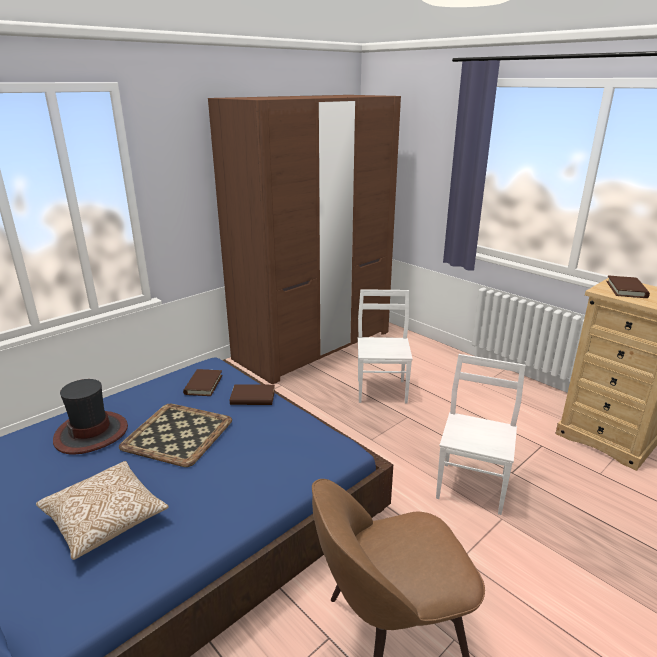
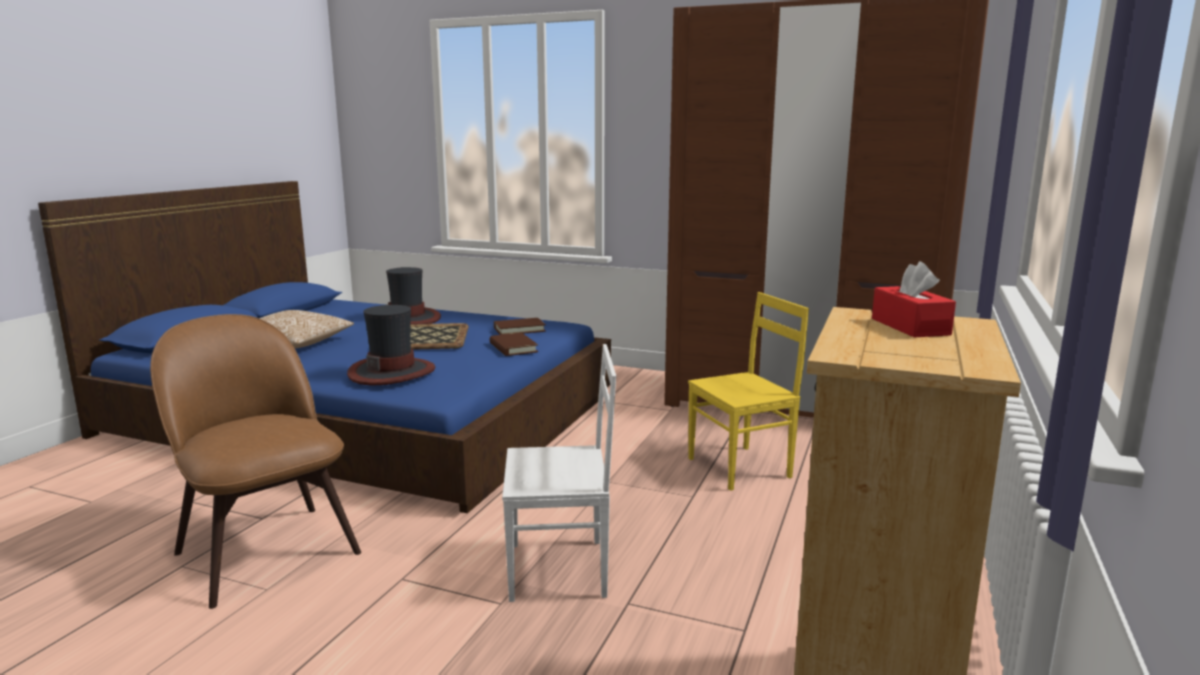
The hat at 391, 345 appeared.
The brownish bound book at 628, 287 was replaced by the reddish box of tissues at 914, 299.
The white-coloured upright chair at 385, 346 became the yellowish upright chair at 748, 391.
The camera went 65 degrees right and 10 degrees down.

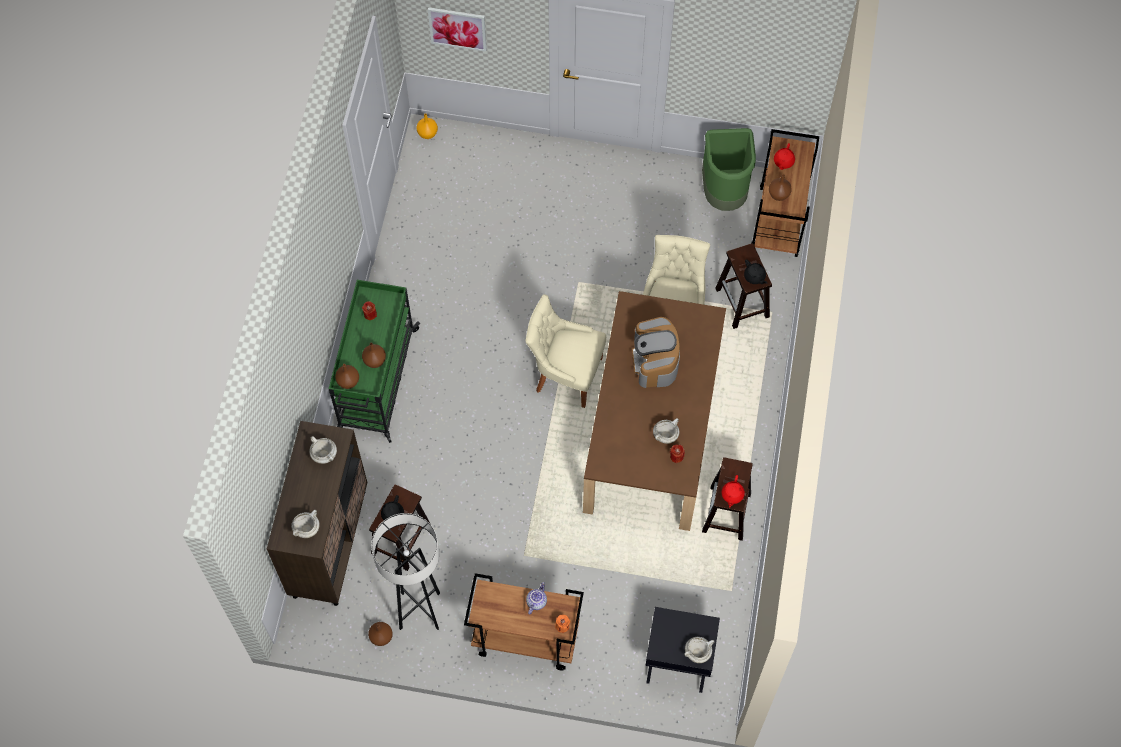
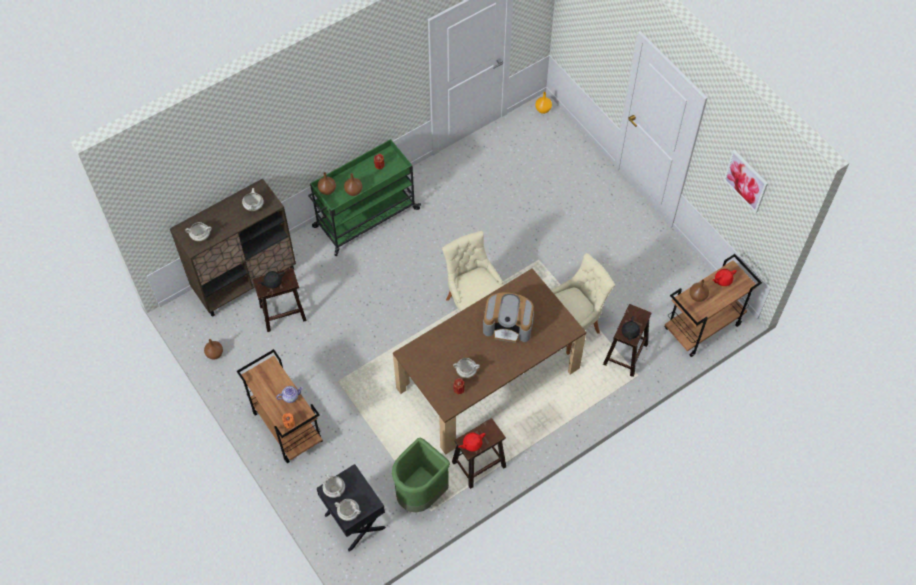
The greyish floor lamp at 405, 571 disappeared.
The white-coloured cooking pot at 334, 485 appeared.
The wall art moved from 457, 29 to 746, 181.
The green waste bin moved from 729, 169 to 421, 475.
The coffee maker at 656, 352 turned 120 degrees counterclockwise.
The camera went 45 degrees right and 5 degrees down.

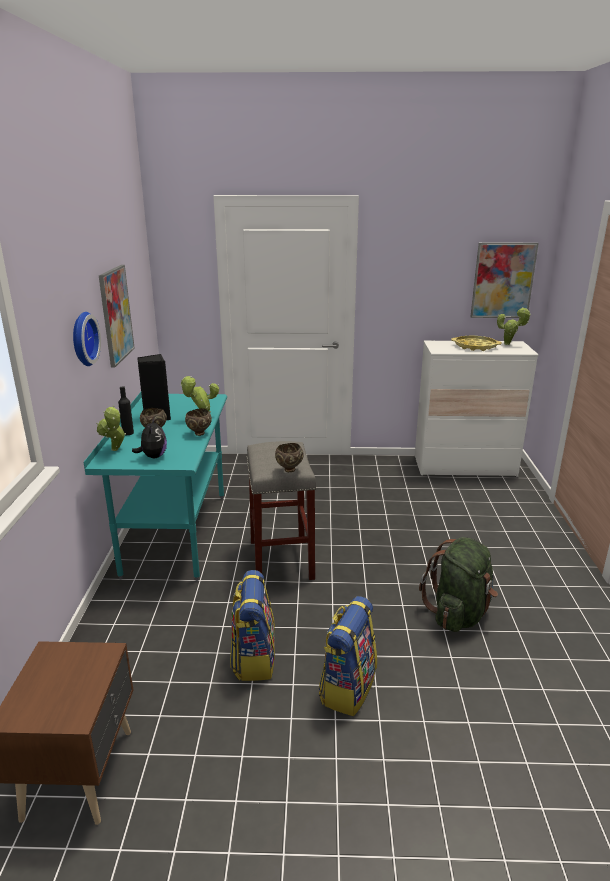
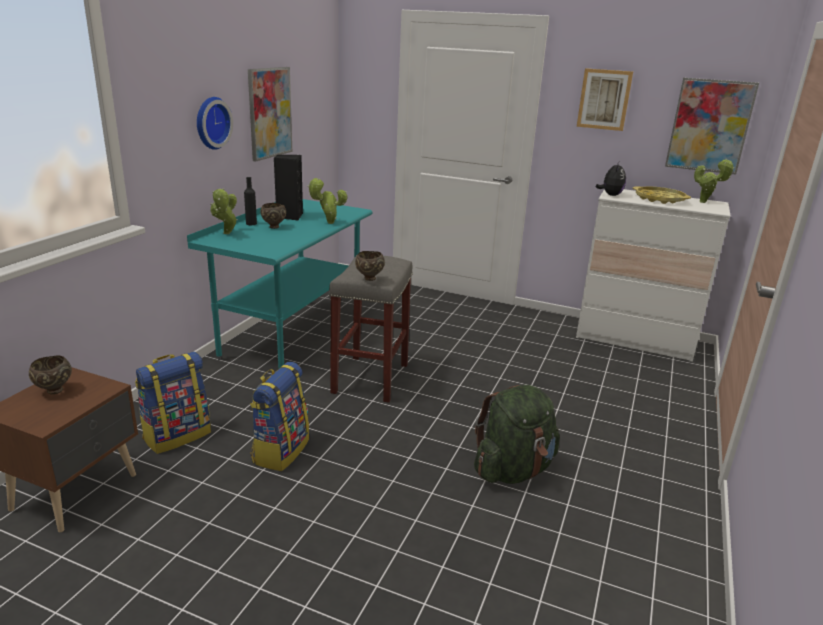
The wall art at 605, 99 appeared.
The soft toy moved from 149, 438 to 611, 179.
The brownish bowl moved from 198, 422 to 50, 375.
The rucksack moved from 348, 656 to 173, 403.
The camera went 20 degrees right and 0 degrees up.

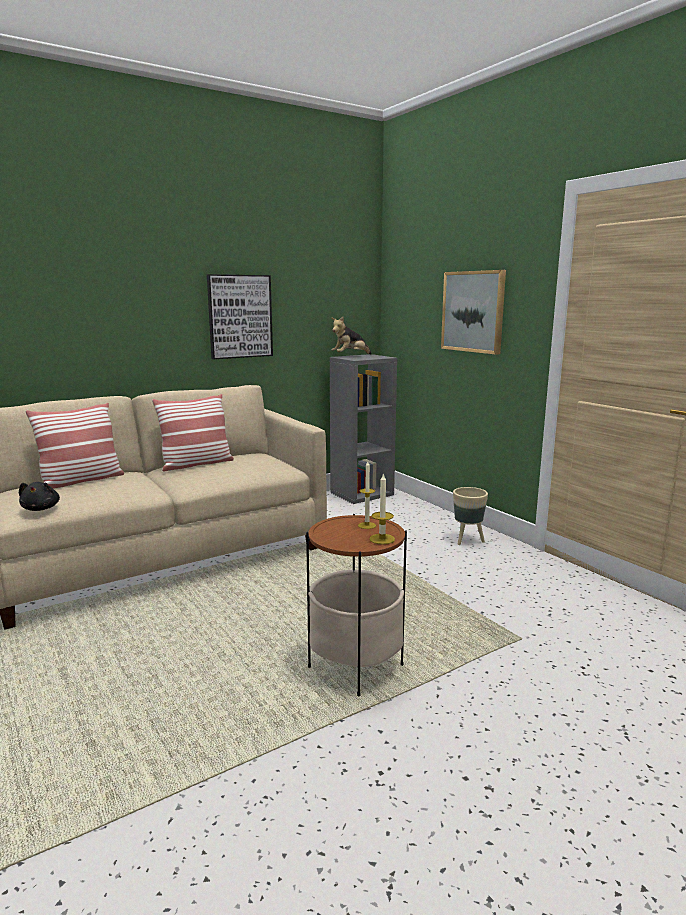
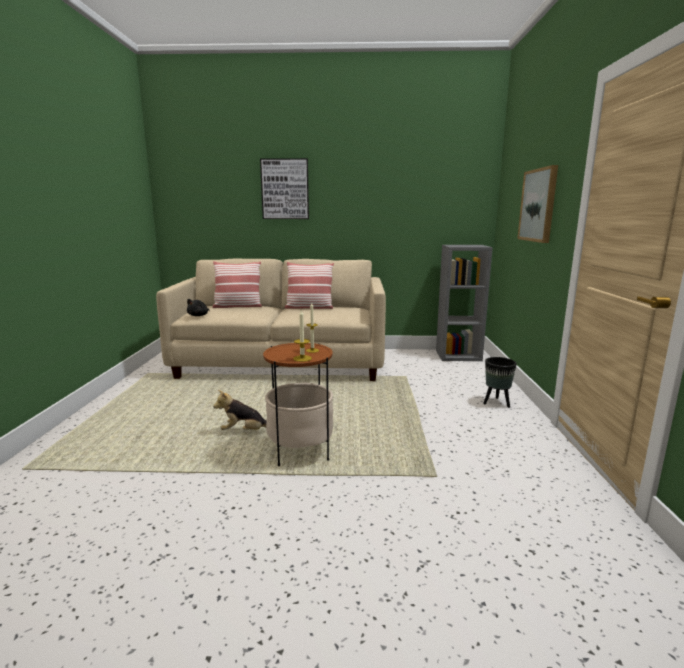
The wall art moved from 240, 316 to 284, 188.
The soft toy moved from 351, 336 to 239, 410.
The beige flower pot at 470, 516 became the blackish flower pot at 500, 382.
The camera went 35 degrees right and 0 degrees up.

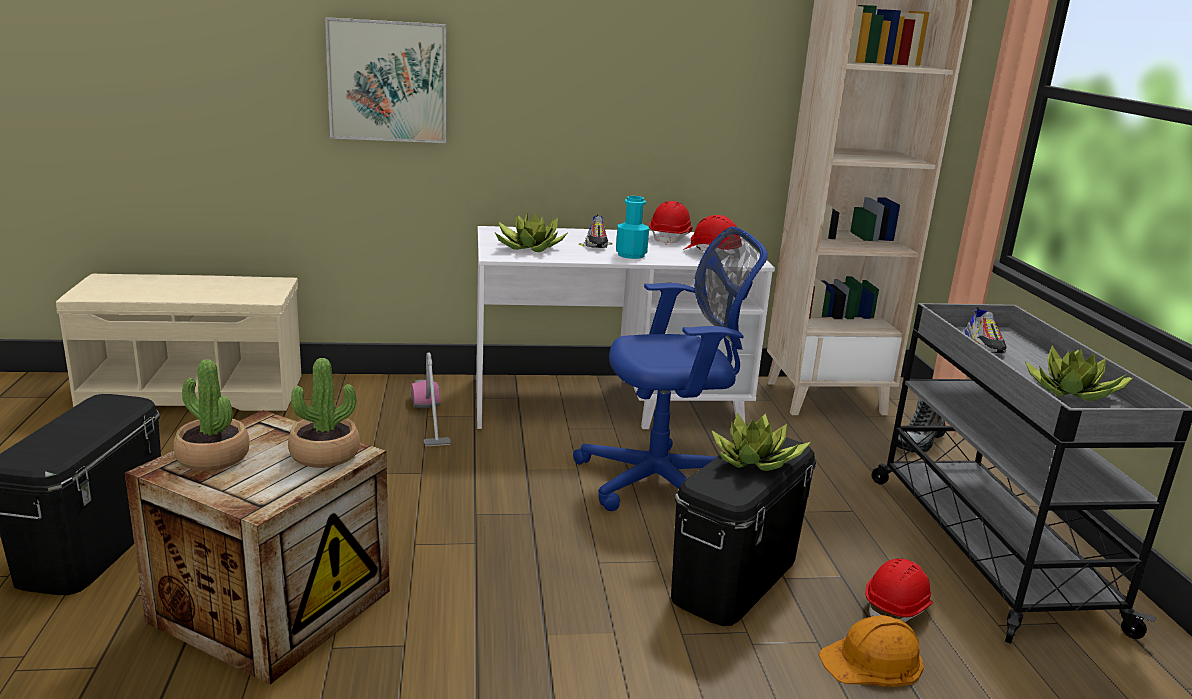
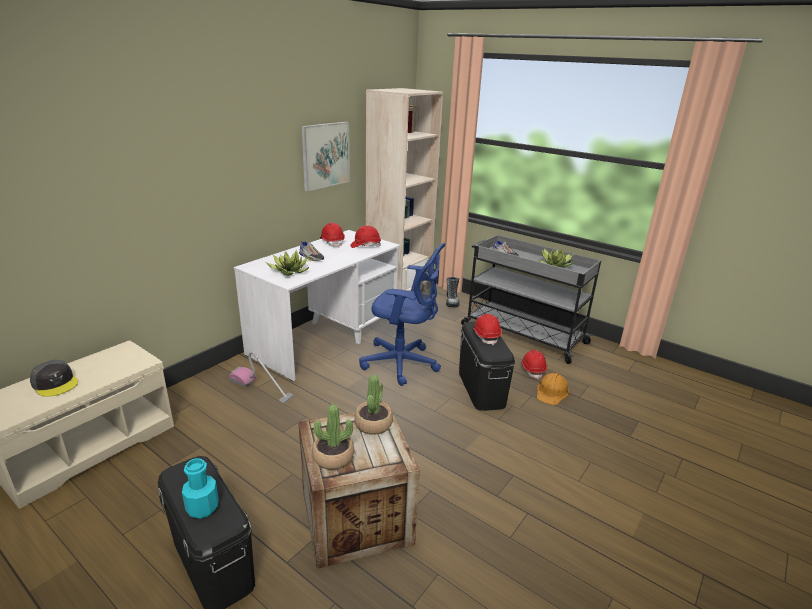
The greyish baseball cap at 54, 378 appeared.
The wall art moved from 386, 80 to 325, 156.
The blue-green bottle moved from 632, 227 to 200, 488.
The houseplant at 761, 441 was replaced by the reddish safety helmet at 487, 329.
The bluish desk chair at 670, 369 turned 75 degrees clockwise.
The camera went 45 degrees left and 5 degrees up.

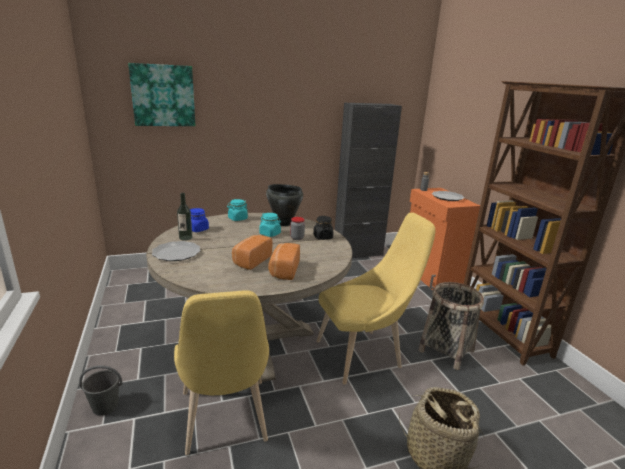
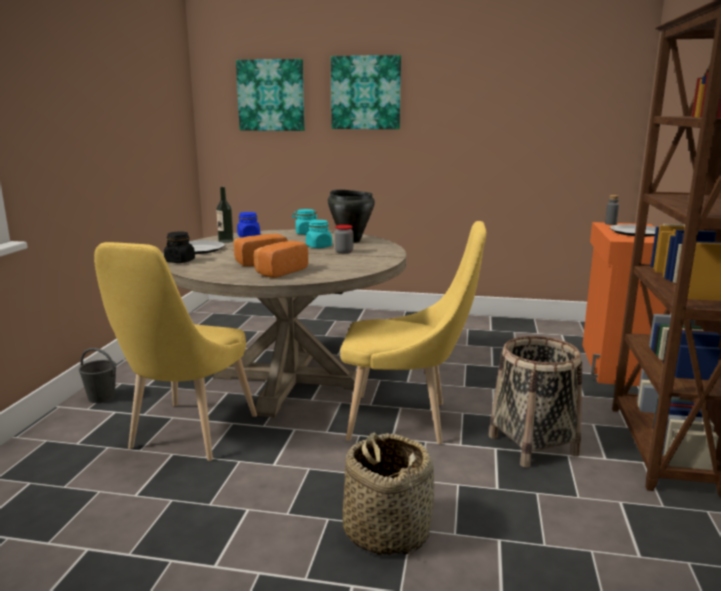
The blackish cabinet at 368, 180 disappeared.
The wall art at 366, 92 appeared.
The blackish preserve jar moved from 323, 228 to 179, 247.
The camera went 30 degrees right and 5 degrees down.

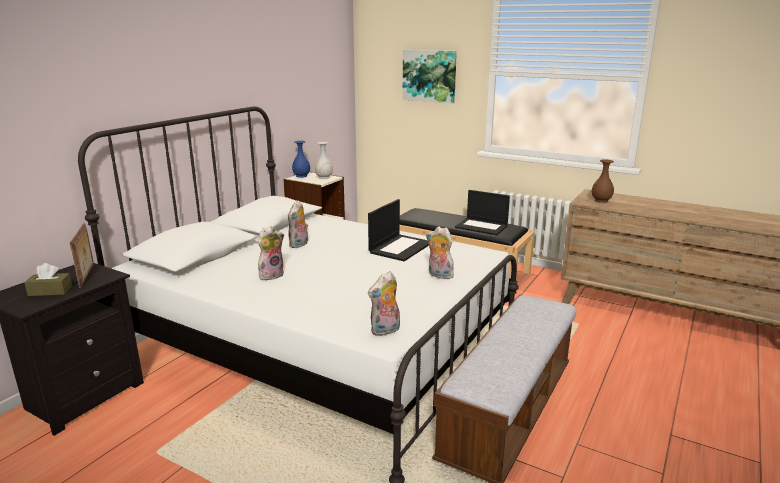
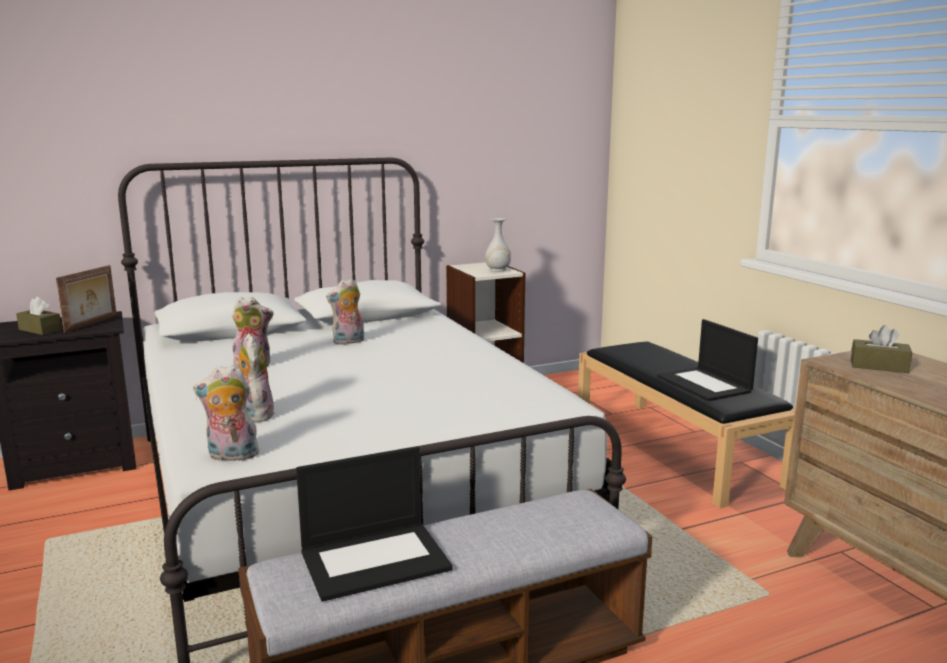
The bluish flower vase at 301, 159 disappeared.
The wall art at 430, 76 disappeared.
The portable computer moved from 398, 230 to 374, 524.
The soft toy moved from 440, 253 to 256, 377.
The brownish flower vase at 603, 181 was replaced by the brownish box of tissues at 881, 349.
The camera went 35 degrees right and 5 degrees down.

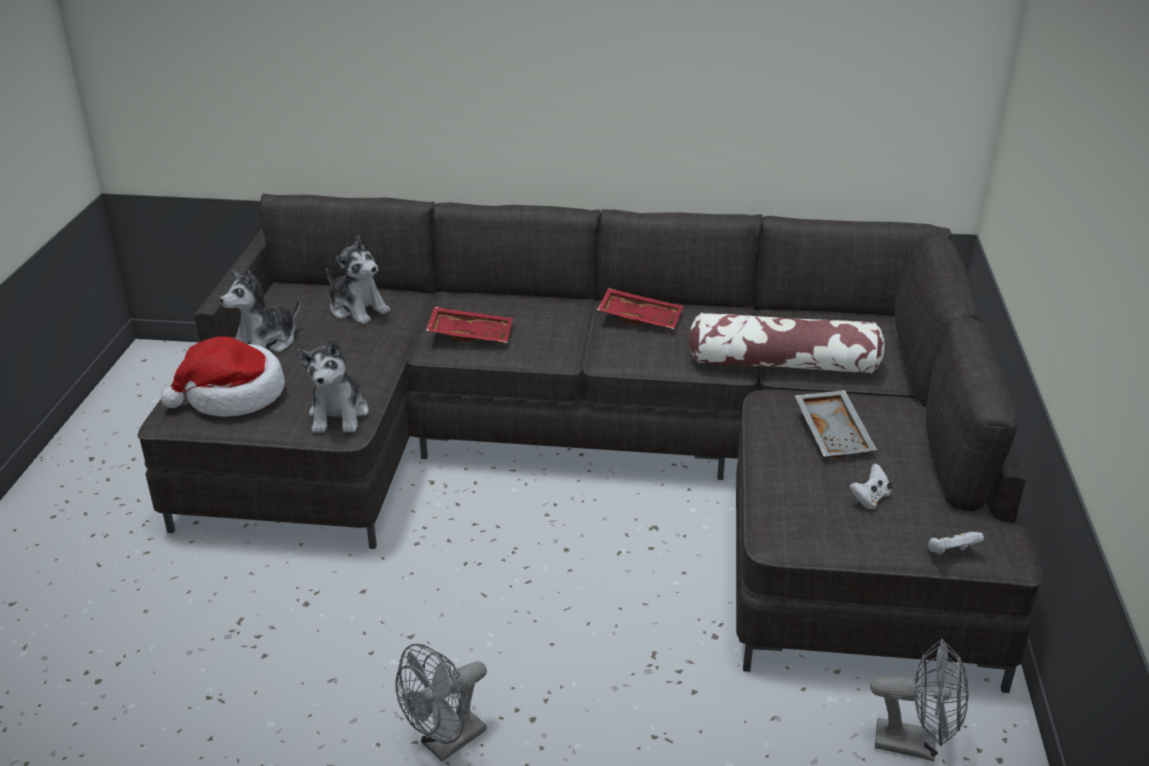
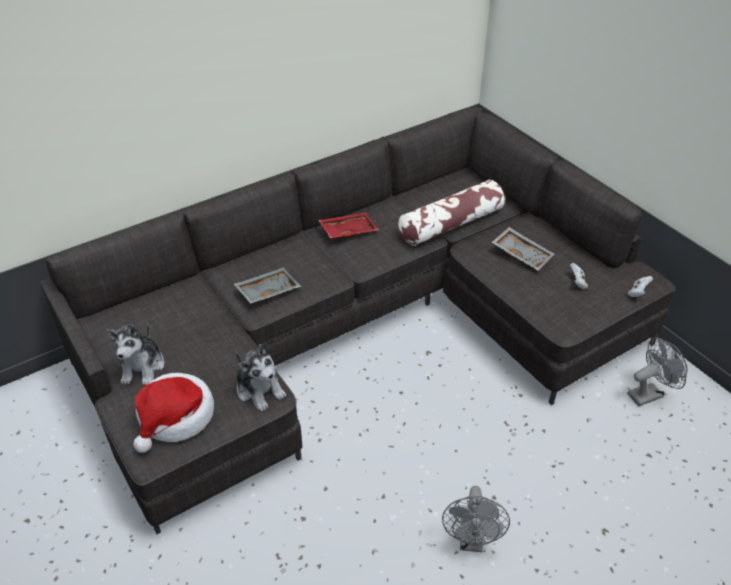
The soft toy at 358, 280 disappeared.
The reddish tray at 469, 325 became the greyish tray at 267, 286.
The camera went 40 degrees left and 10 degrees up.

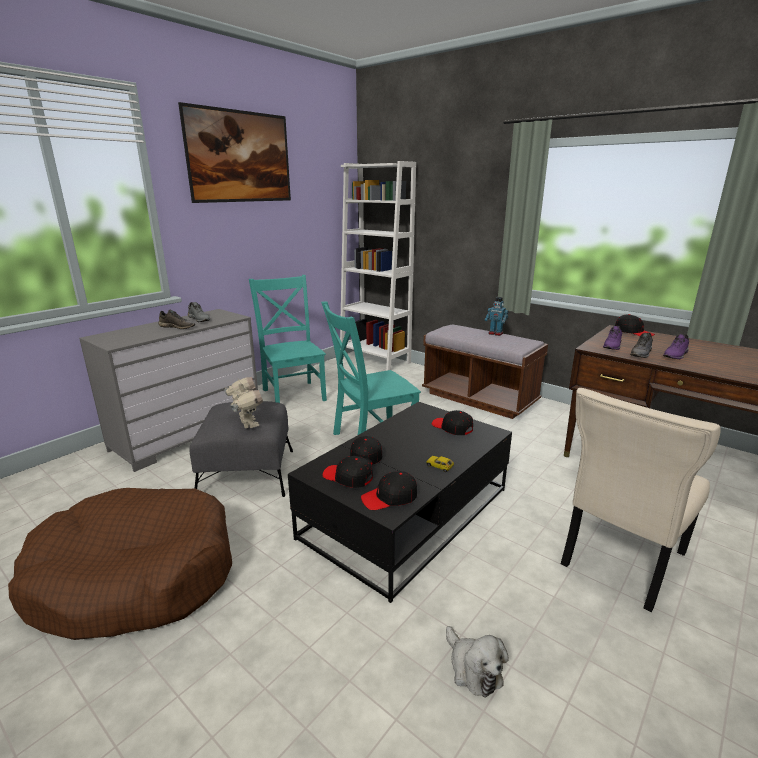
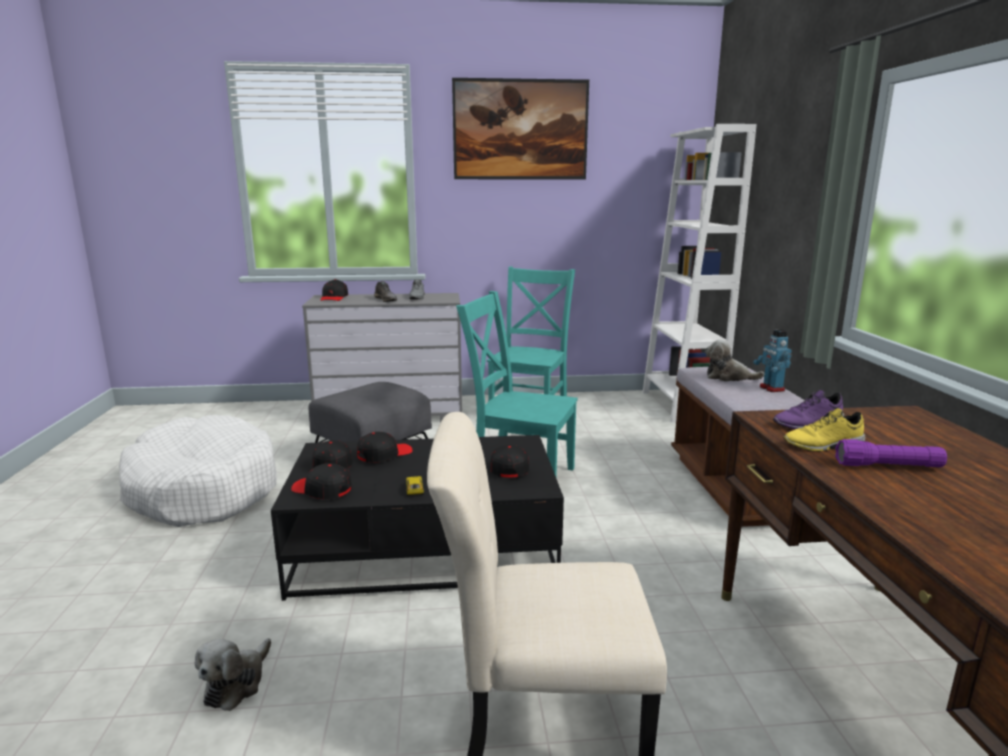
The robot figure at 244, 402 disappeared.
The soft toy at 735, 360 appeared.
The blackish baseball cap moved from 635, 325 to 334, 290.
The purplish item of footwear at 676, 346 was replaced by the purplish hand torch at 891, 453.
The brownish pet bed at 120, 564 became the white-coloured pet bed at 198, 471.
The greyish item of footwear at 641, 345 became the yellowish item of footwear at 824, 430.
The camera went 45 degrees right and 5 degrees down.

